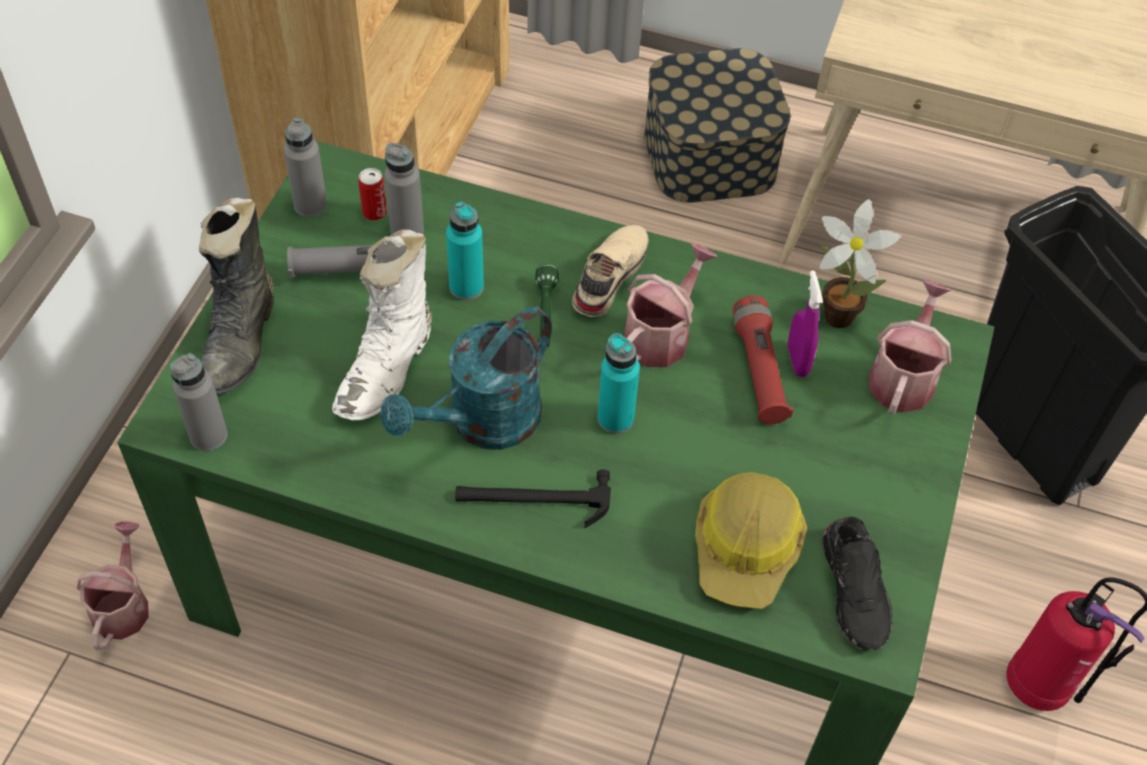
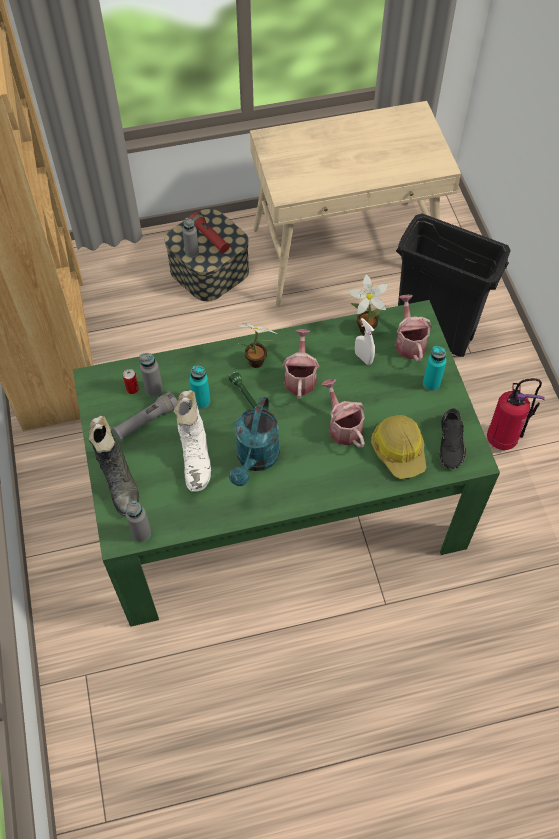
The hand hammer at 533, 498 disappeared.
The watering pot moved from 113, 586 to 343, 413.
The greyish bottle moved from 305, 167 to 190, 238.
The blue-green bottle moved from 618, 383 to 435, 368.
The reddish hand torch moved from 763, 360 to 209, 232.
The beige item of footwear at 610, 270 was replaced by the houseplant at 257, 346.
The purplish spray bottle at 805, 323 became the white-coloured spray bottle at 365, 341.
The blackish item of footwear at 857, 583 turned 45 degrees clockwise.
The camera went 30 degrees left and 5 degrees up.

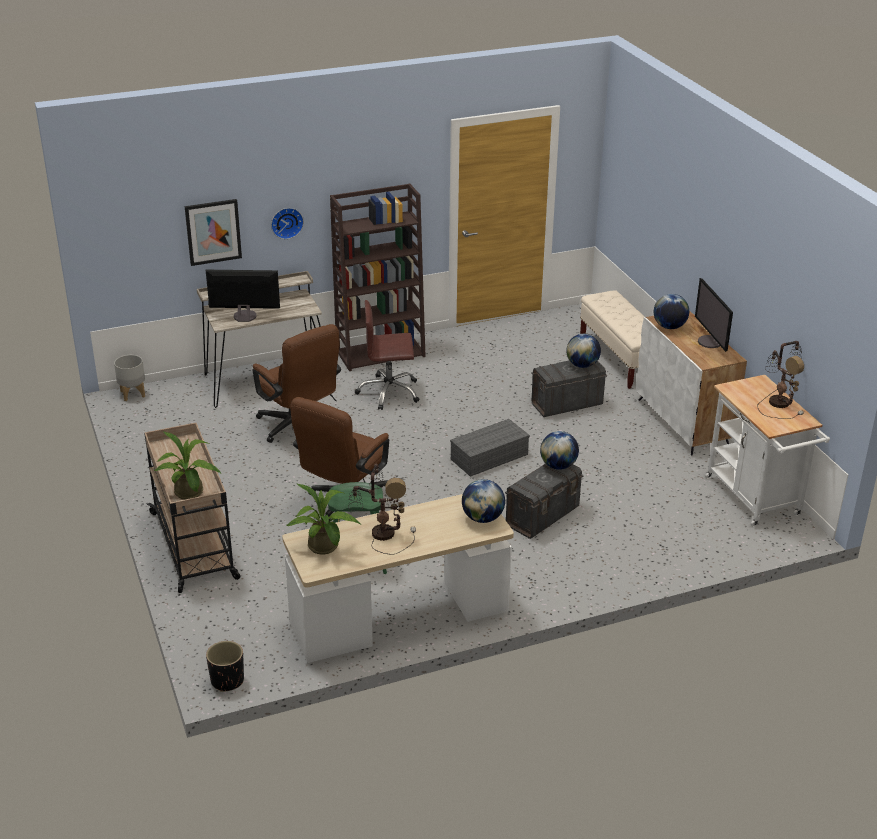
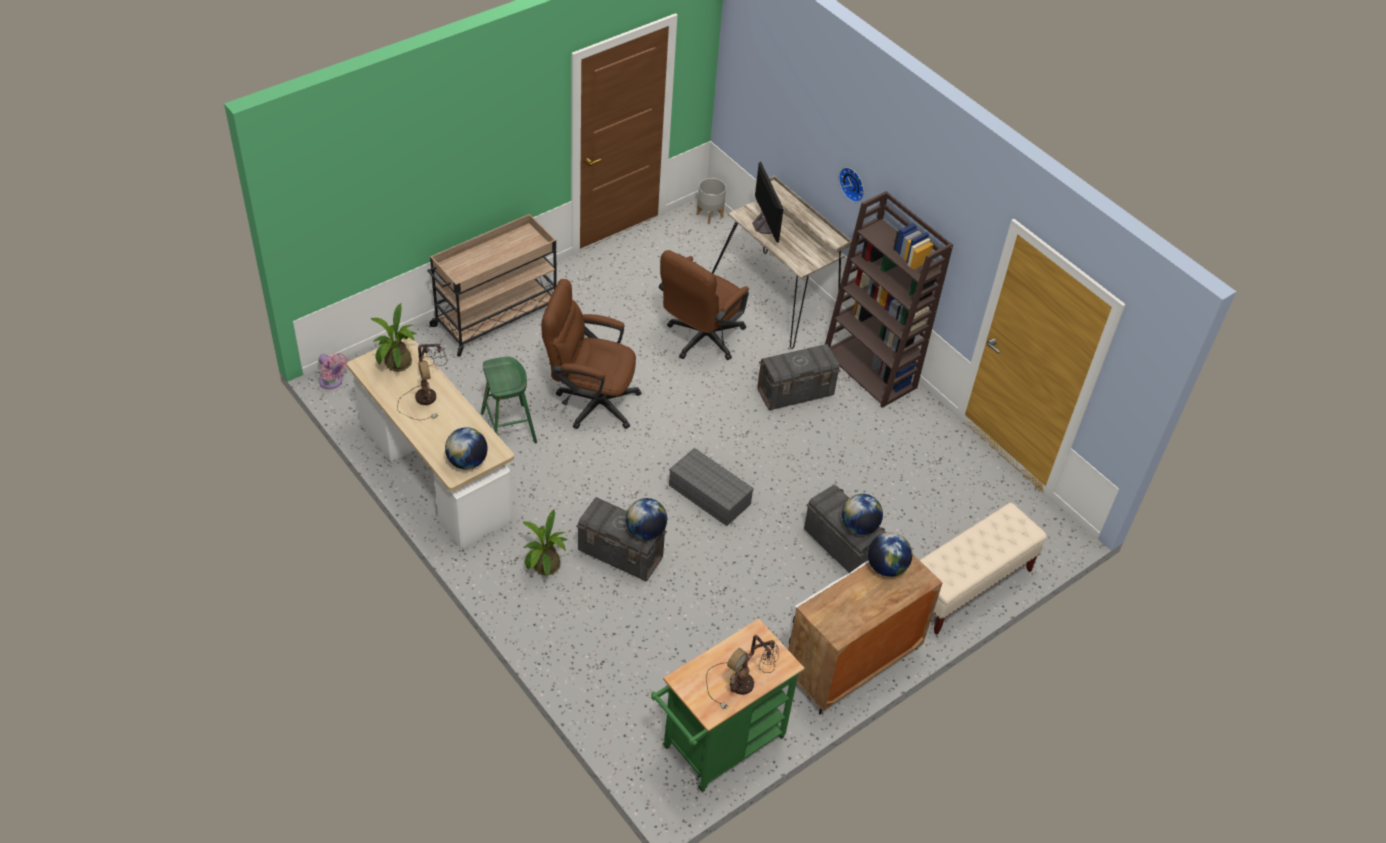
The wall art at 213, 232 disappeared.
The computer screen at 714, 315 disappeared.
The houseplant moved from 187, 466 to 545, 543.
The blackish flower pot at 225, 666 was replaced by the pinkish fan at 333, 371.
The brownish desk chair at 387, 355 was replaced by the greyish storage container at 798, 377.
The white-coloured trolley at 767, 451 became the green trolley at 727, 705.
The camera went 70 degrees right and 15 degrees up.

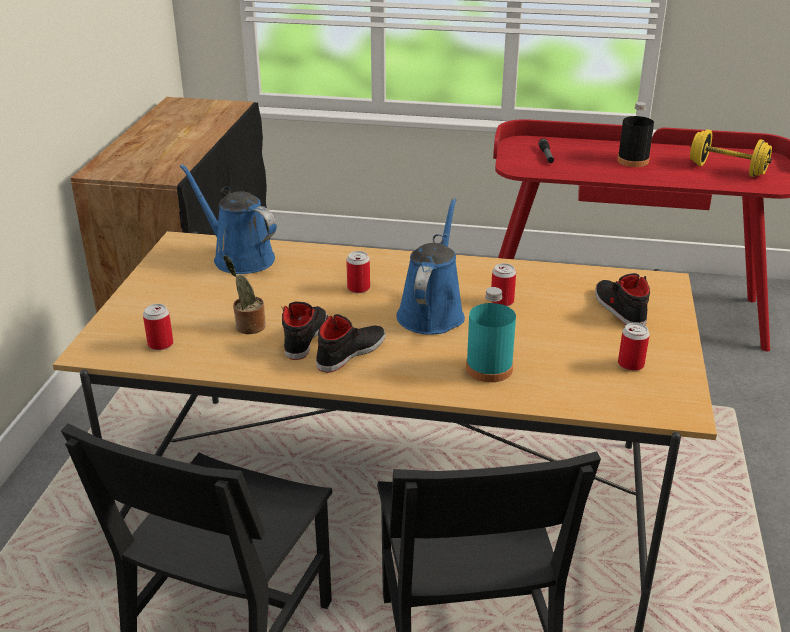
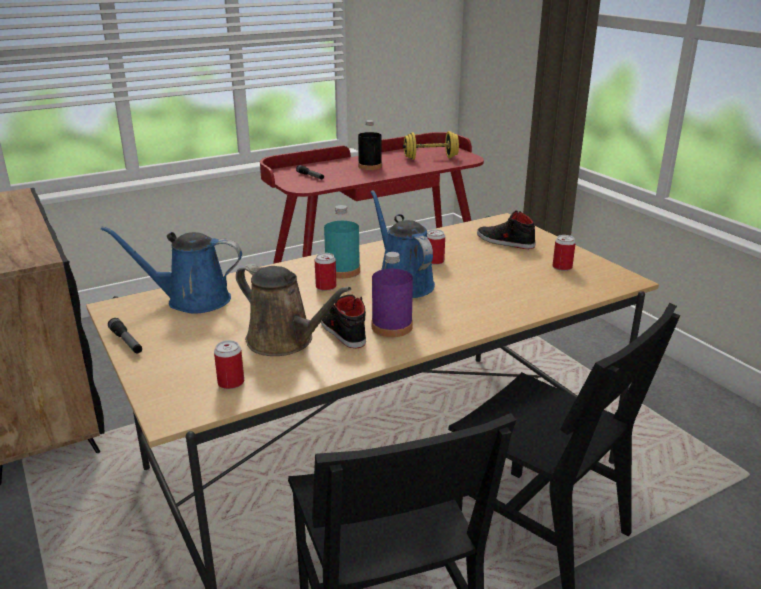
The hand torch at 125, 335 appeared.
The blue-green bottle moved from 491, 334 to 342, 242.
The houseplant at 244, 294 was replaced by the brownish watering pot at 293, 310.
The blackish item of footwear at 351, 343 was replaced by the purplish bottle at 392, 294.
The camera went 40 degrees left and 5 degrees down.

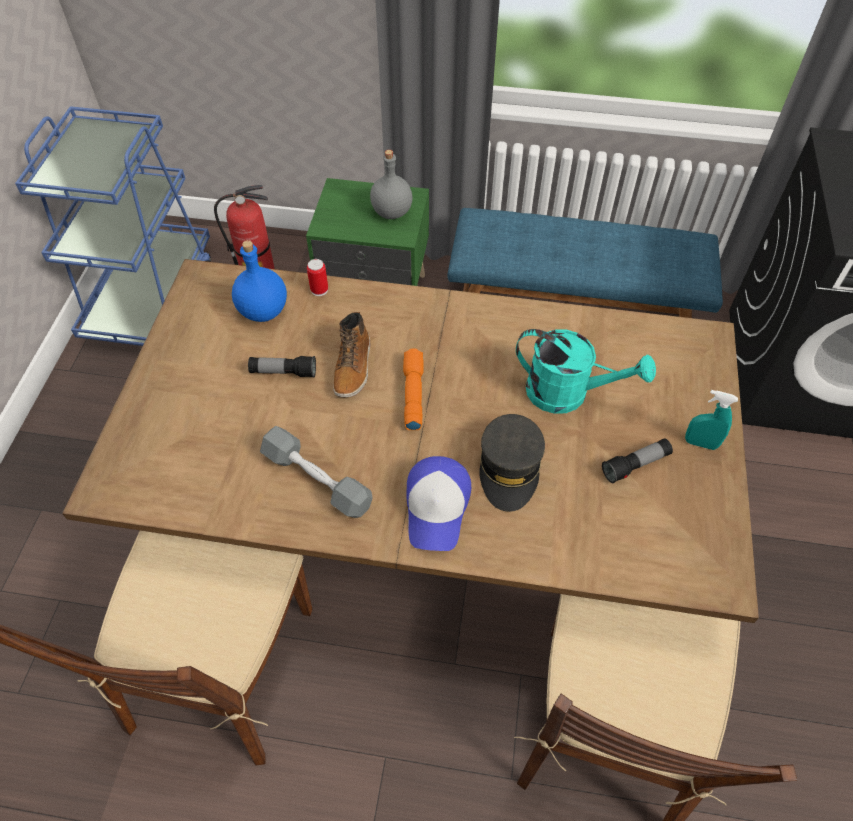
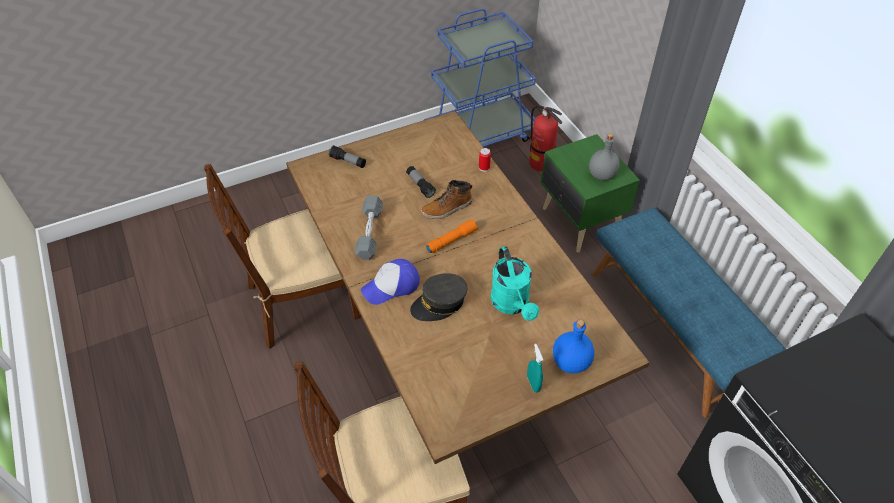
The bluish bottle moved from 259, 281 to 573, 346.
The hand torch moved from 637, 460 to 347, 156.
The camera went 55 degrees right and 5 degrees down.

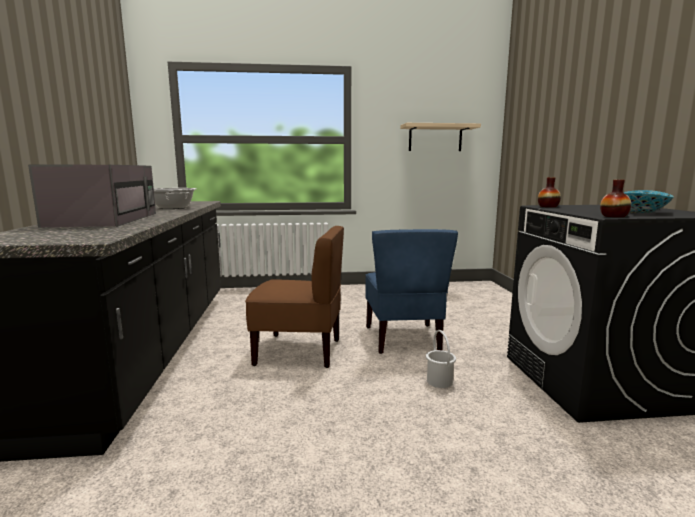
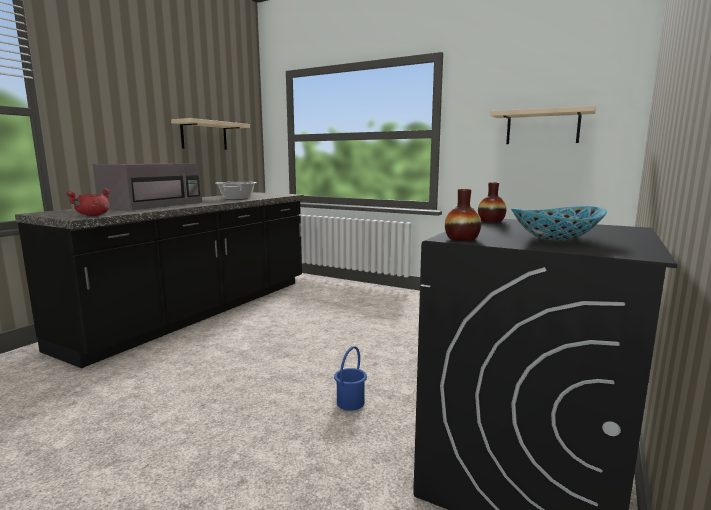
The brownish upright chair at 294, 297 disappeared.
The bluish upright chair at 411, 291 disappeared.
The reddish cooking pot at 88, 202 appeared.
The beige wall shelf at 210, 134 appeared.
The white-coloured pail at 441, 359 became the bluish pail at 350, 378.
The camera went 35 degrees right and 0 degrees up.

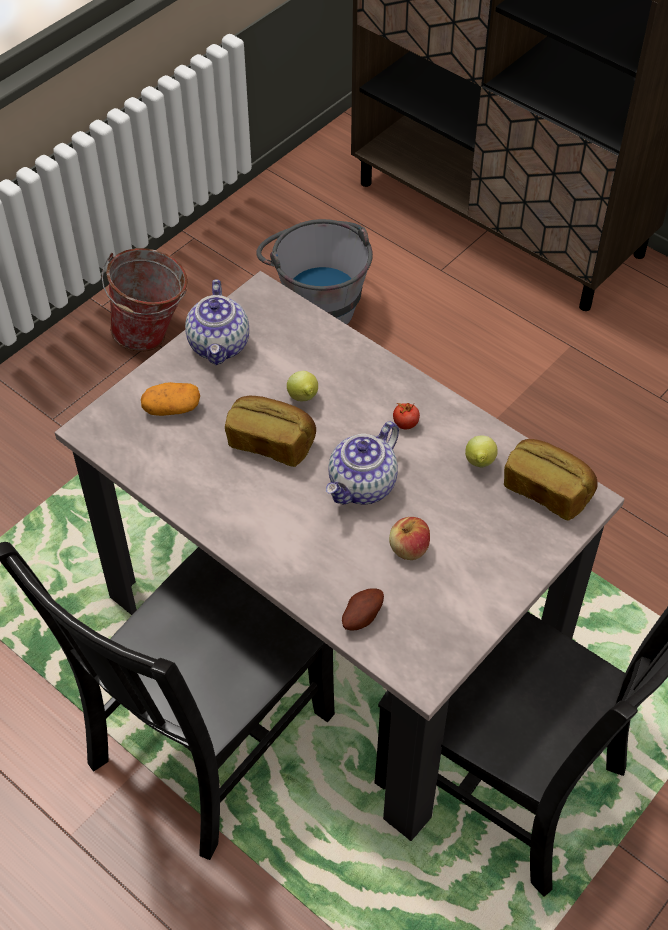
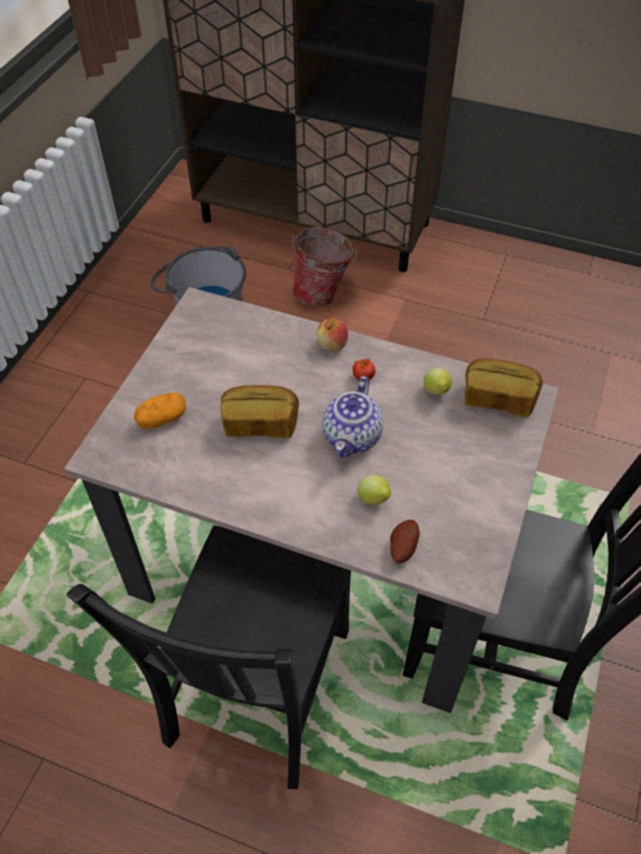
The tea pot at 217, 322 disappeared.
The pail moved from 144, 300 to 325, 267.
The whole lemon moved from 302, 386 to 374, 490.
The apple fruit moved from 409, 538 to 332, 335.
The camera went 20 degrees left and 0 degrees up.

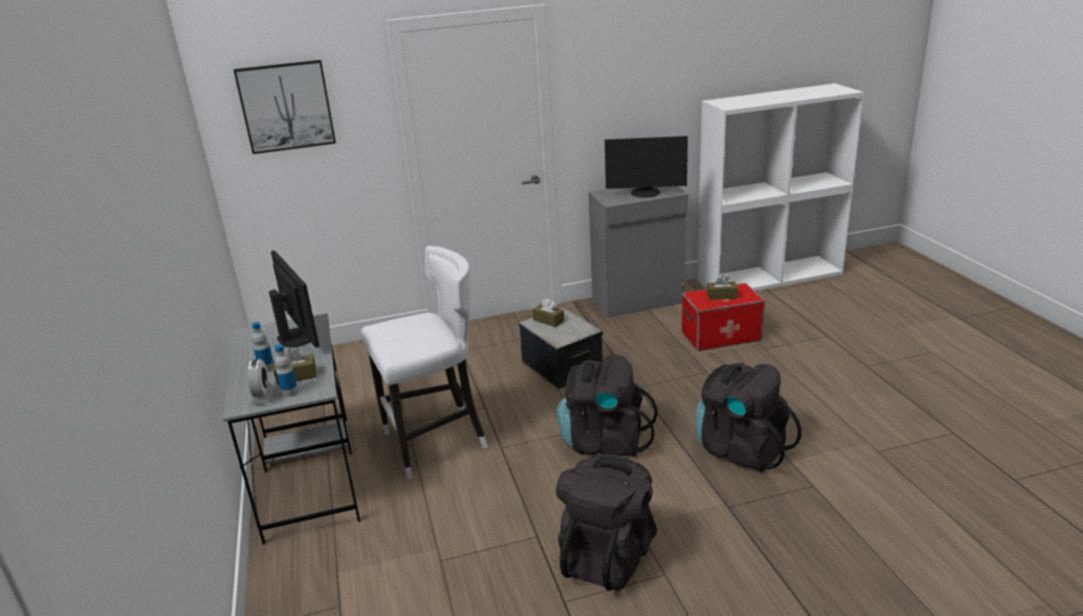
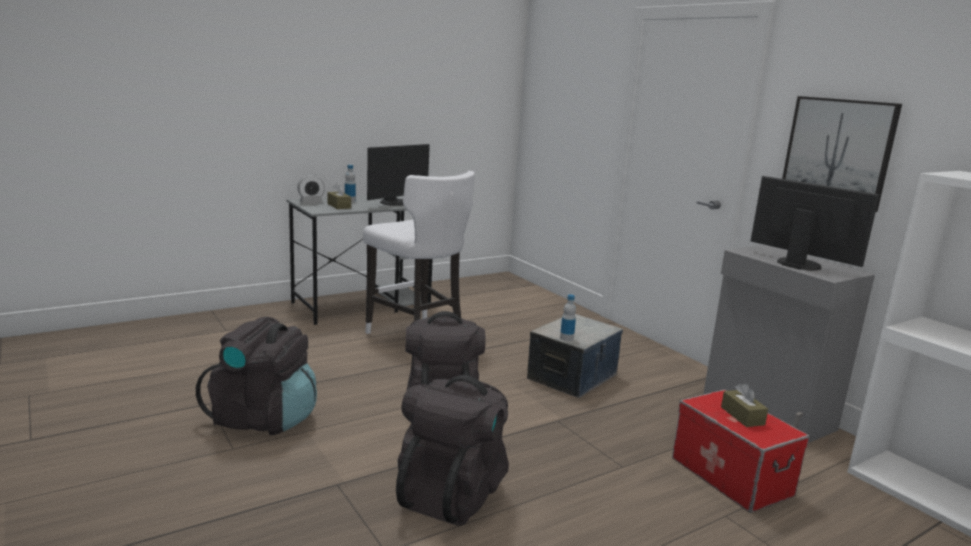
The brownish box of tissues at 548, 312 disappeared.
The wall art moved from 285, 107 to 842, 154.
The bottle moved from 286, 370 to 568, 317.
The computer screen at 646, 167 turned 150 degrees clockwise.
The camera went 70 degrees right and 10 degrees down.

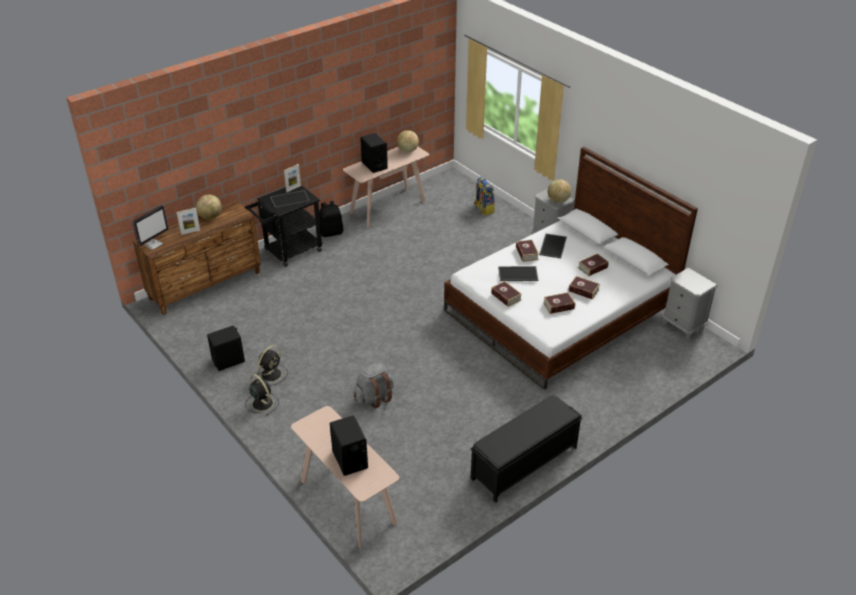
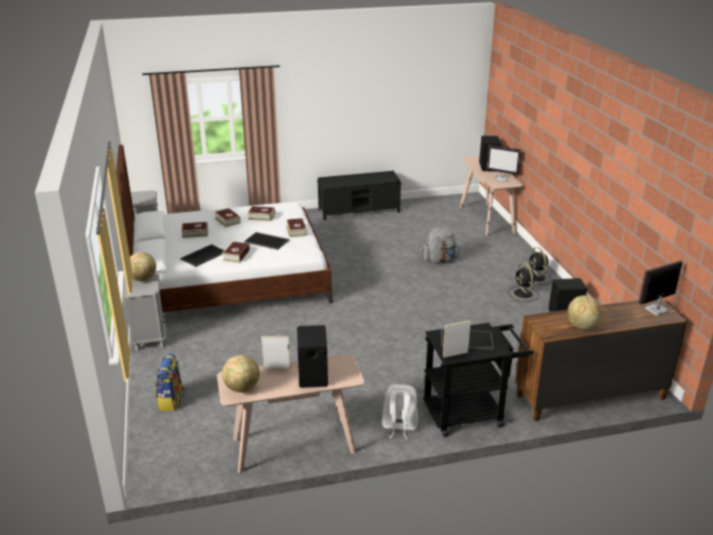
The computer screen at 504, 163 appeared.
The photo frame moved from 188, 221 to 276, 352.
The blackish rucksack at 331, 219 became the white-coloured rucksack at 400, 411.
The blackish fan at 273, 365 turned 75 degrees counterclockwise.
The camera went 155 degrees left and 10 degrees down.

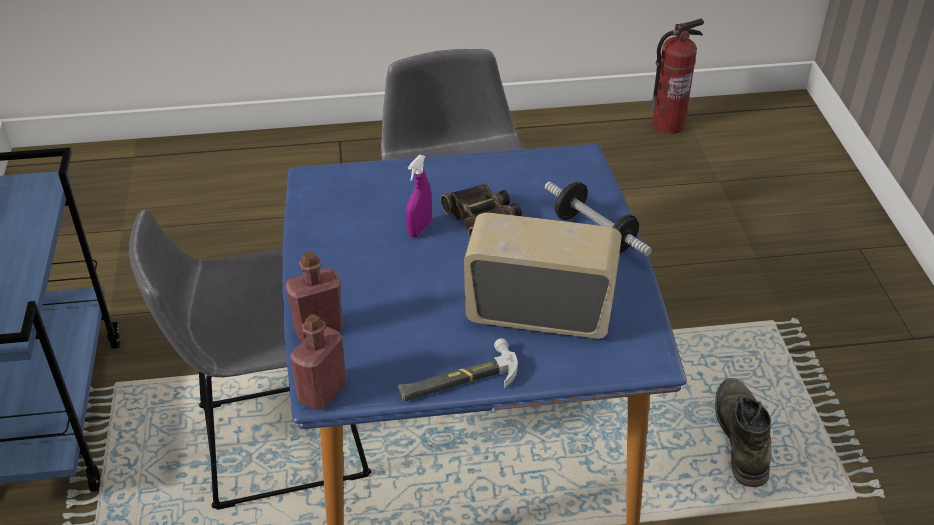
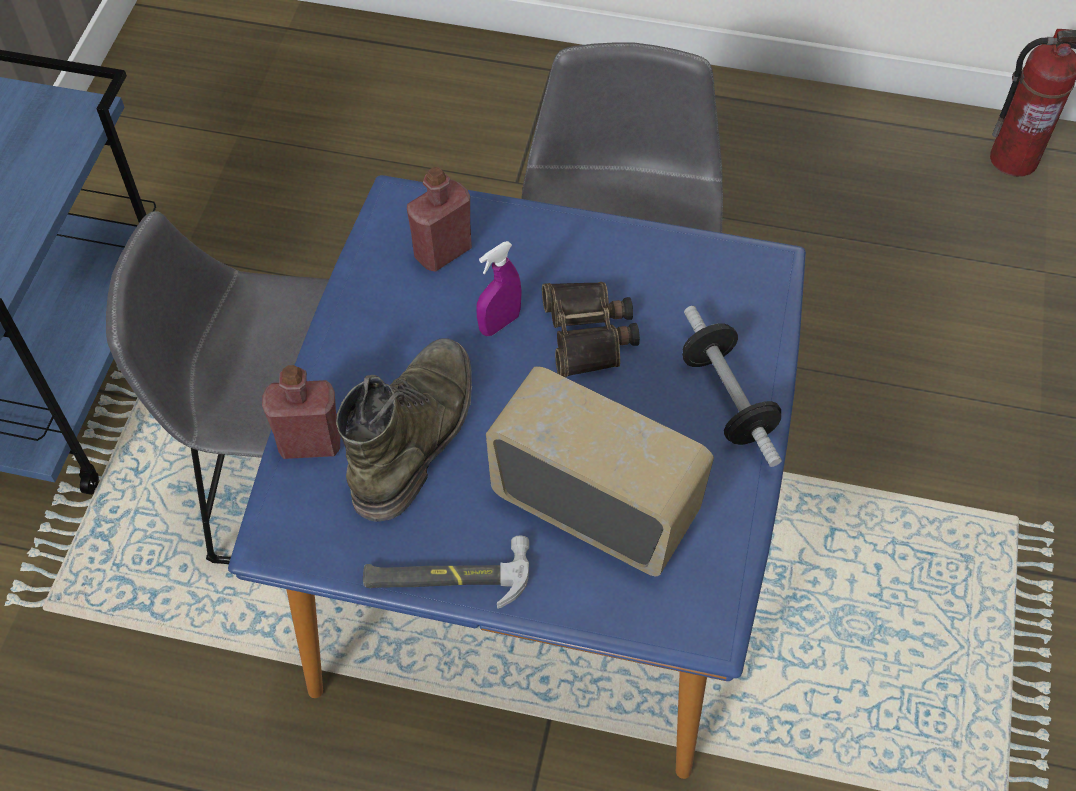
The reddish bottle moved from 318, 362 to 439, 219.
The green high-top boot moved from 743, 432 to 404, 430.
The camera went 20 degrees right and 15 degrees up.

